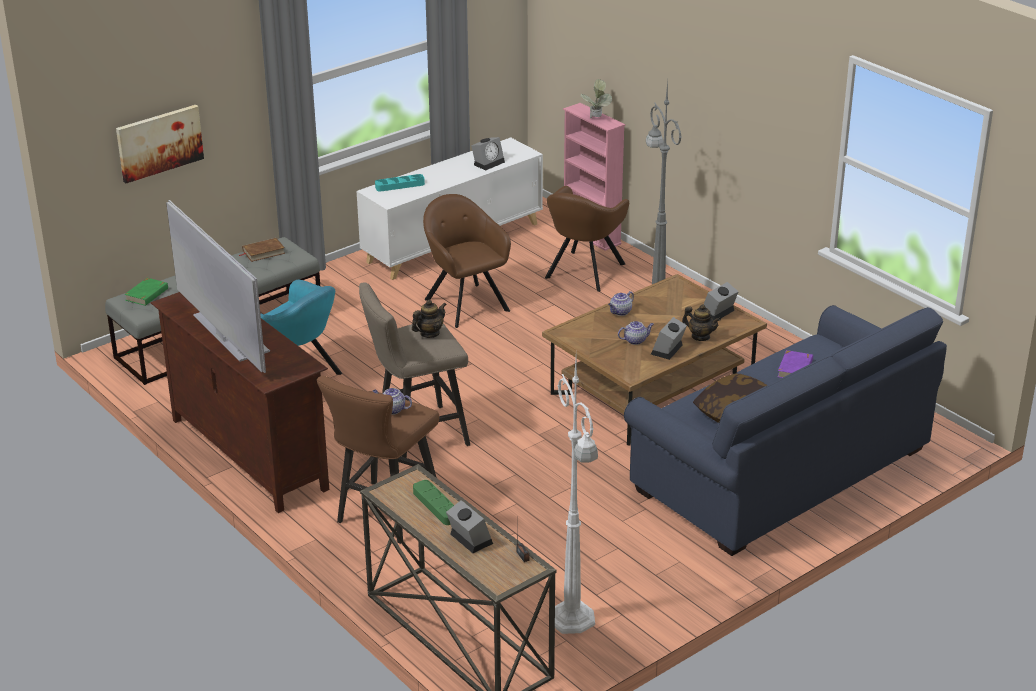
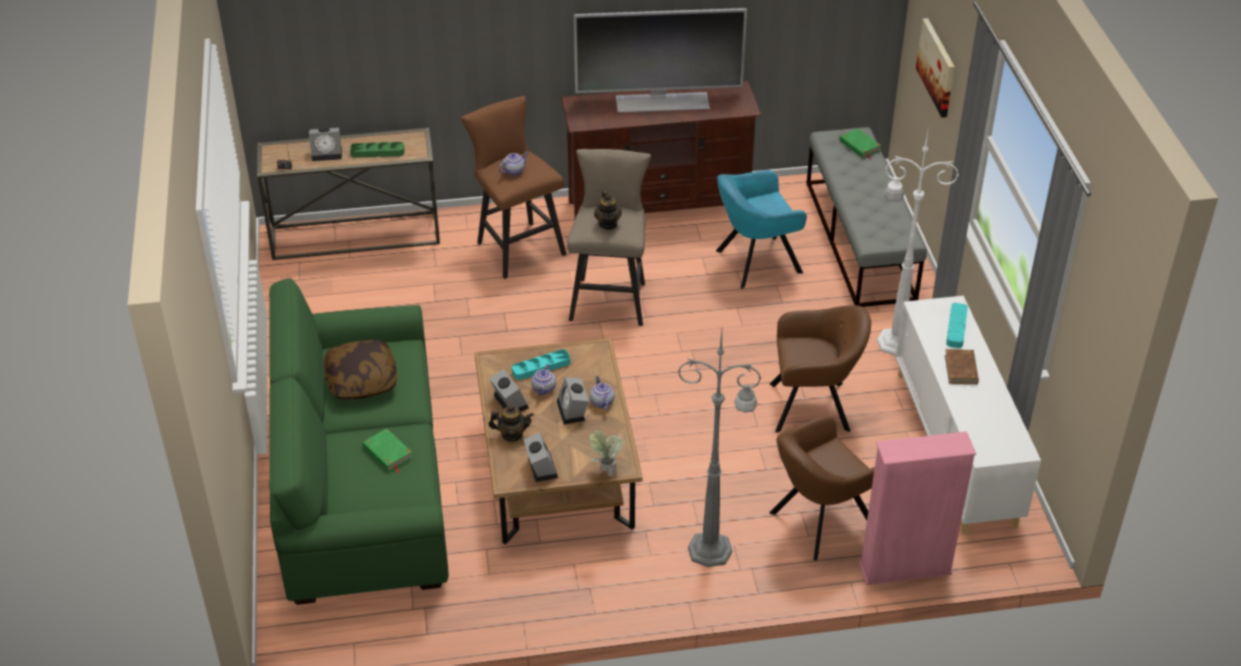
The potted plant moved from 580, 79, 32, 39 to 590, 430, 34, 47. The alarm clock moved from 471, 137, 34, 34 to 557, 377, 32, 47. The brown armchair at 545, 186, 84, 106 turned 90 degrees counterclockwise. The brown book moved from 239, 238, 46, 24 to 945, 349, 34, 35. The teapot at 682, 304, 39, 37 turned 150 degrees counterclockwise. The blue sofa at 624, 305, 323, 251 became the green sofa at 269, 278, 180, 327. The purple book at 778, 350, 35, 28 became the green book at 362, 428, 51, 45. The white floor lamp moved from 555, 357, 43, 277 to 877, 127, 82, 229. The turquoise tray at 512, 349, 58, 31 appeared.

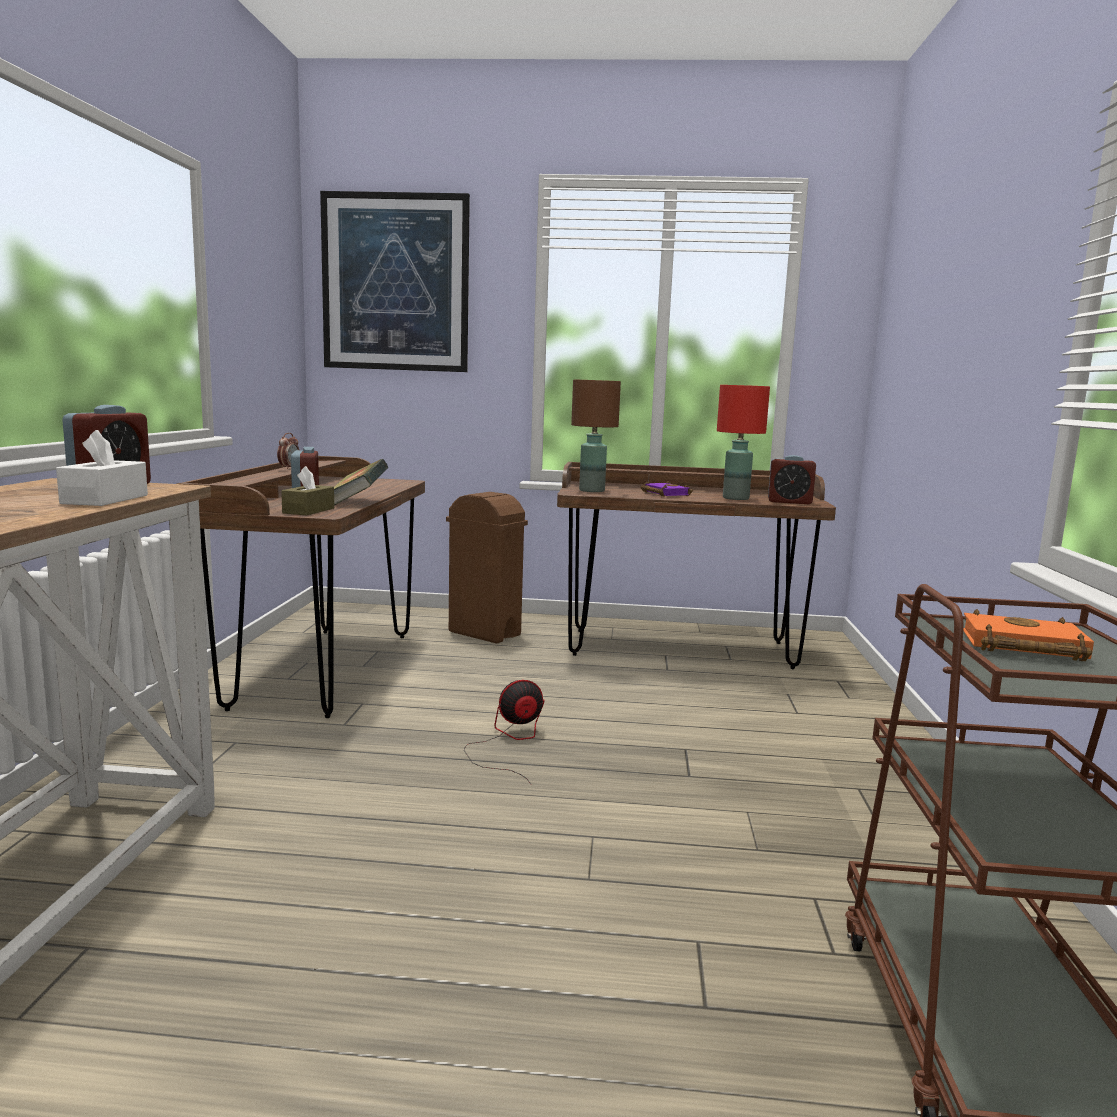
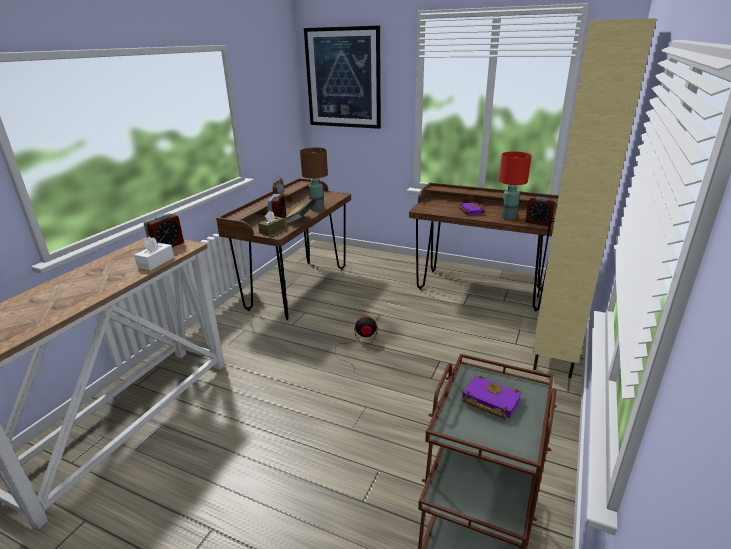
The brown table lamp moved from 571, 379, 50, 113 to 300, 148, 28, 63. The brown trash can at 446, 492, 82, 152 disappeared. The orange book at 963, 609, 131, 52 became the purple book at 462, 376, 60, 43. The beige cabinet at 532, 18, 125, 360 appeared.

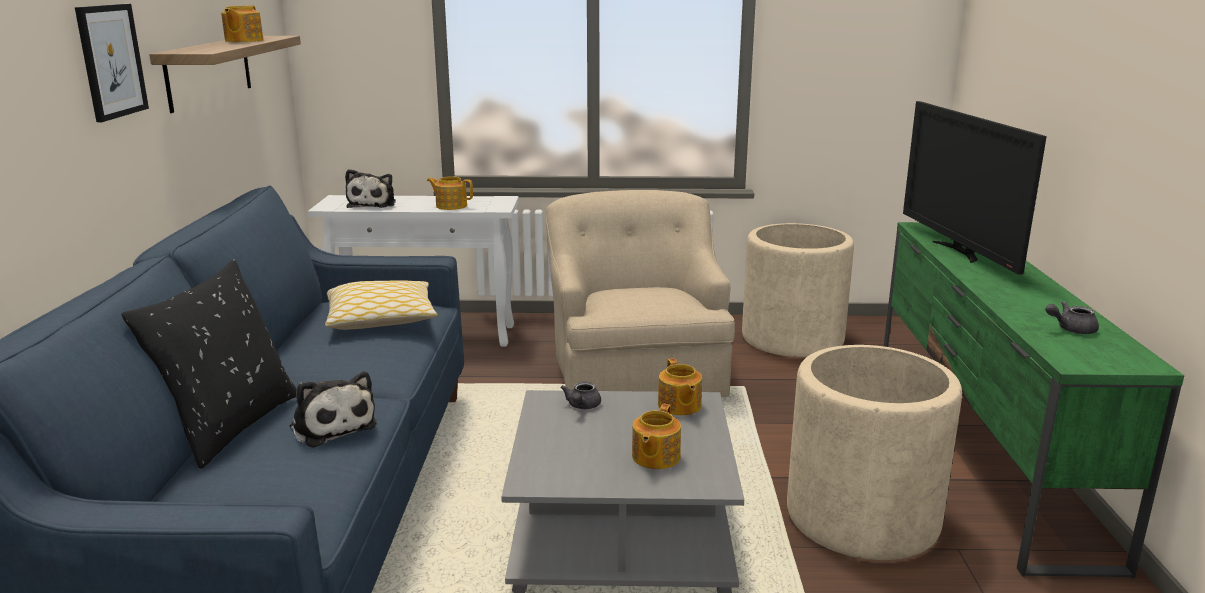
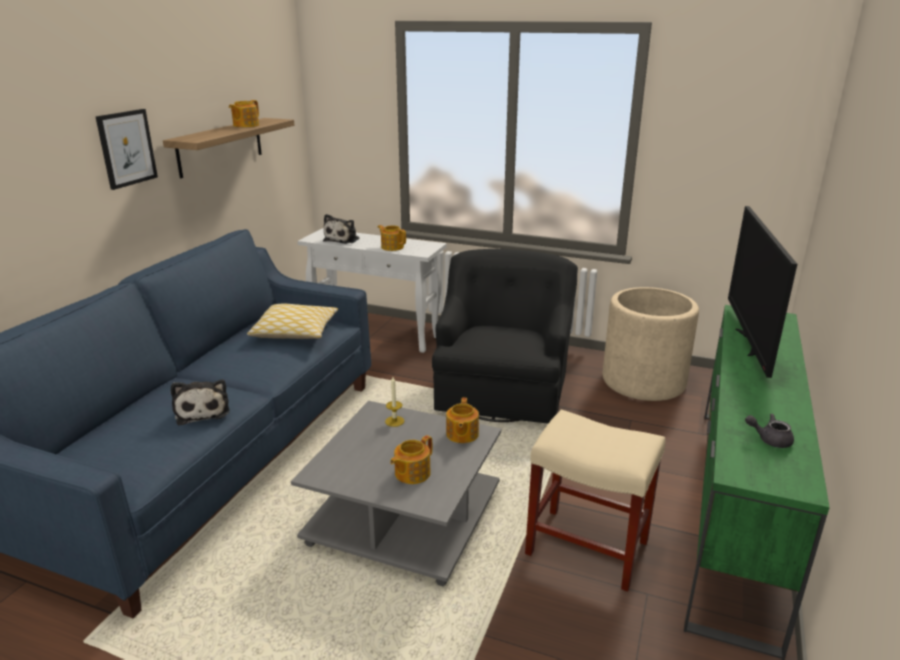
The beige armchair at 546, 190, 189, 207 became the black armchair at 432, 249, 146, 174. The black pillow at 122, 260, 175, 209 disappeared. The beige planter at 787, 345, 175, 215 was replaced by the beige stool at 525, 409, 140, 183. The grey teapot at 561, 382, 40, 27 was replaced by the candle at 385, 377, 19, 50.

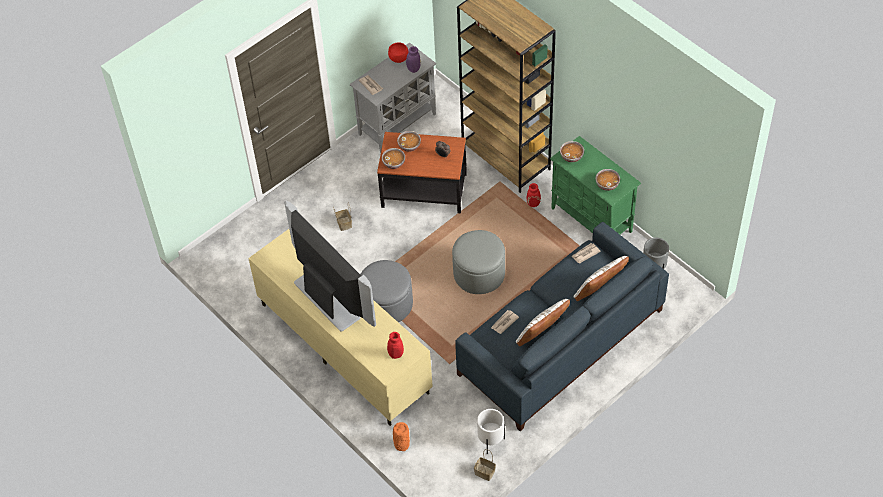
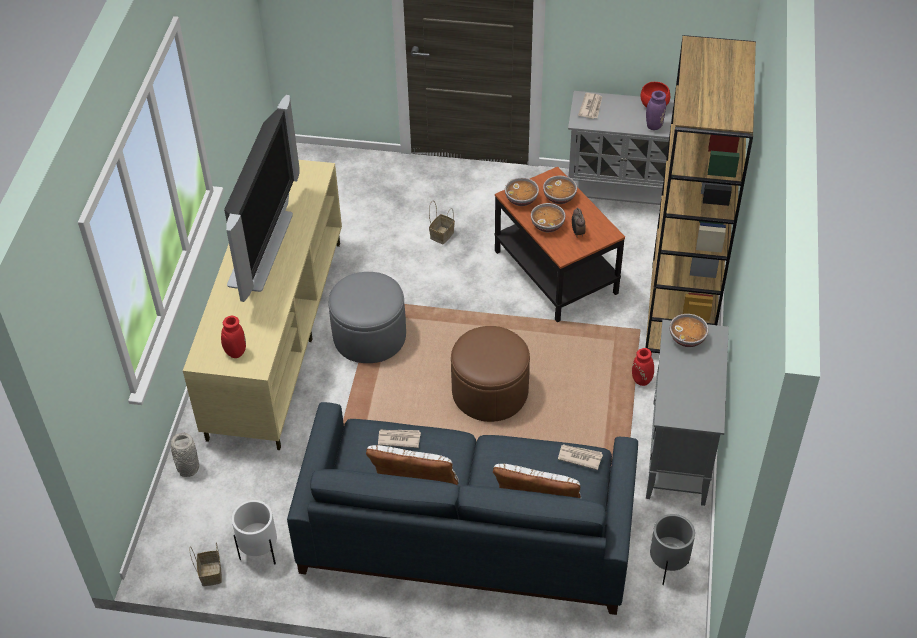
The green cabinet at 550, 136, 91, 98 became the grey cabinet at 646, 320, 83, 186. The bowl moved from 596, 169, 24, 22 to 531, 203, 34, 29. The grey ottoman at 452, 230, 53, 64 became the brown ottoman at 451, 326, 79, 96. The orange vase at 393, 422, 17, 29 became the grey vase at 171, 433, 28, 44.

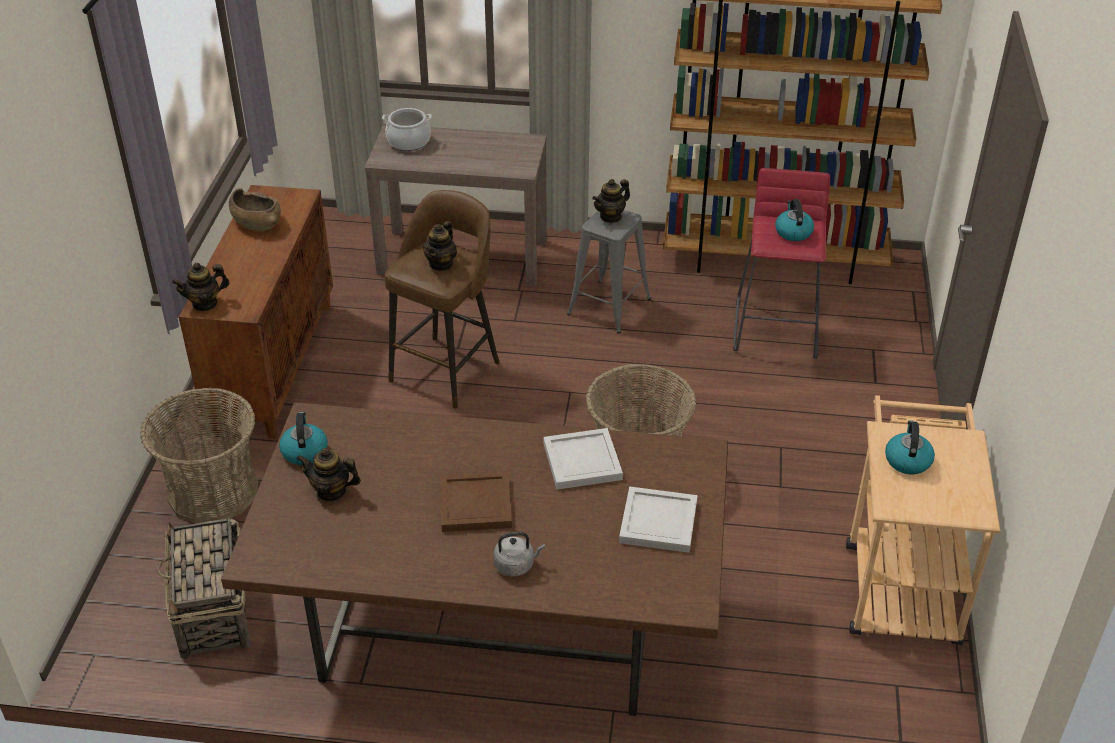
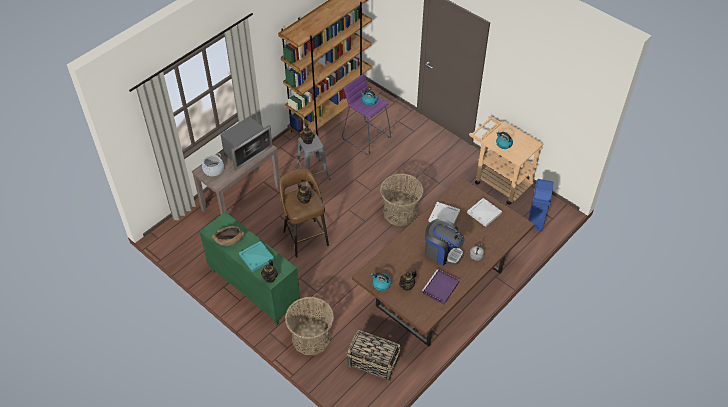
The red stool at 733, 168, 97, 191 became the purple stool at 342, 74, 49, 81. The brown cabinet at 179, 185, 154, 254 became the green cabinet at 199, 212, 101, 113. The brown tray at 440, 472, 72, 60 was replaced by the coffee machine at 425, 218, 39, 47. The microwave at 220, 116, 53, 55 appeared. The blue trash can at 528, 179, 26, 52 appeared. The turquoise tray at 239, 241, 35, 31 appeared. The purple tray at 422, 269, 37, 36 appeared.

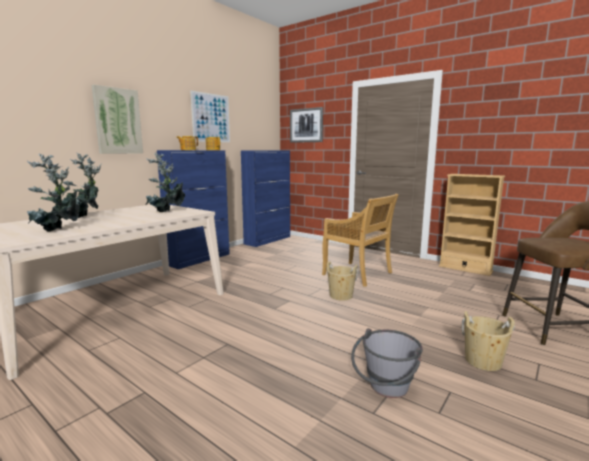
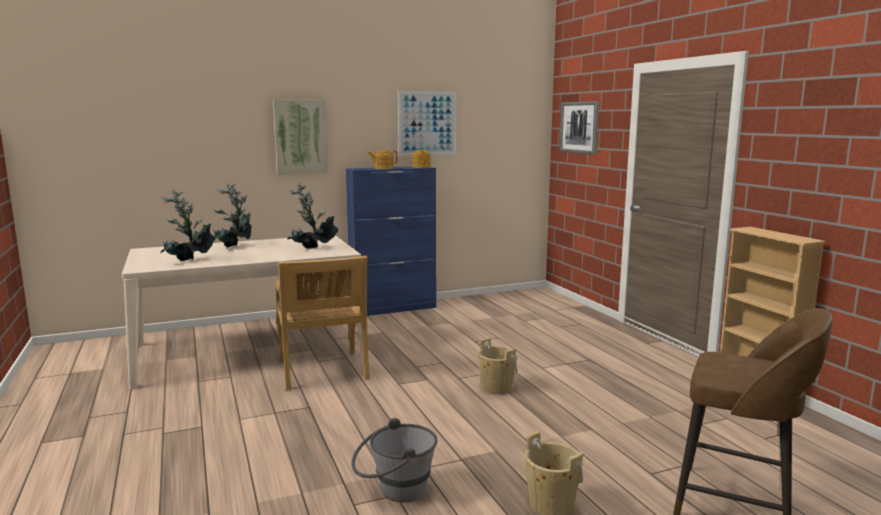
The blue cabinet at 241, 150, 49, 97 disappeared. The beige chair moved from 322, 194, 77, 93 to 276, 256, 94, 134.

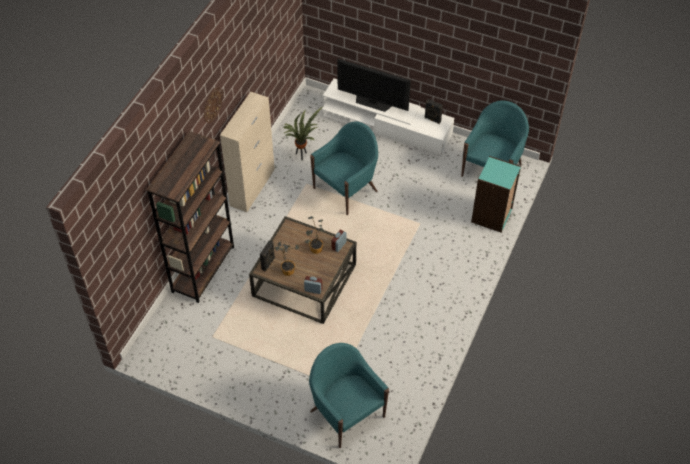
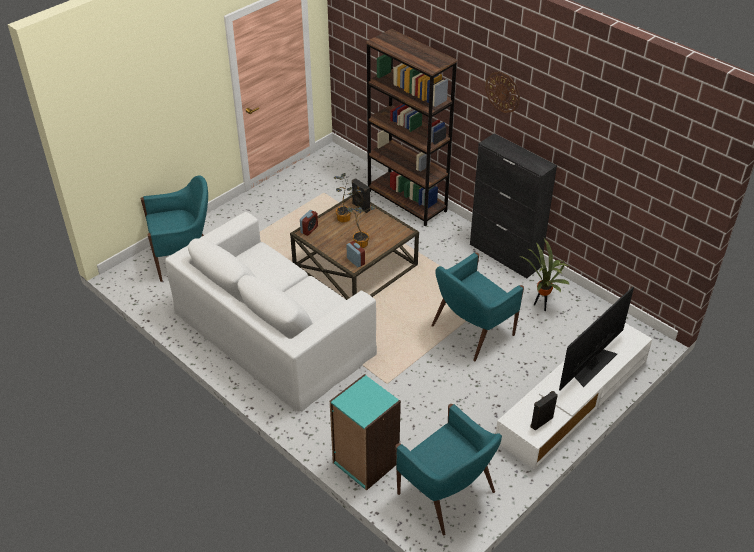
The beige cabinet at 220, 92, 55, 120 became the black cabinet at 470, 133, 87, 145. The turquoise armchair at 310, 121, 68, 94 turned 75 degrees clockwise. The white sofa at 165, 212, 212, 200 appeared.

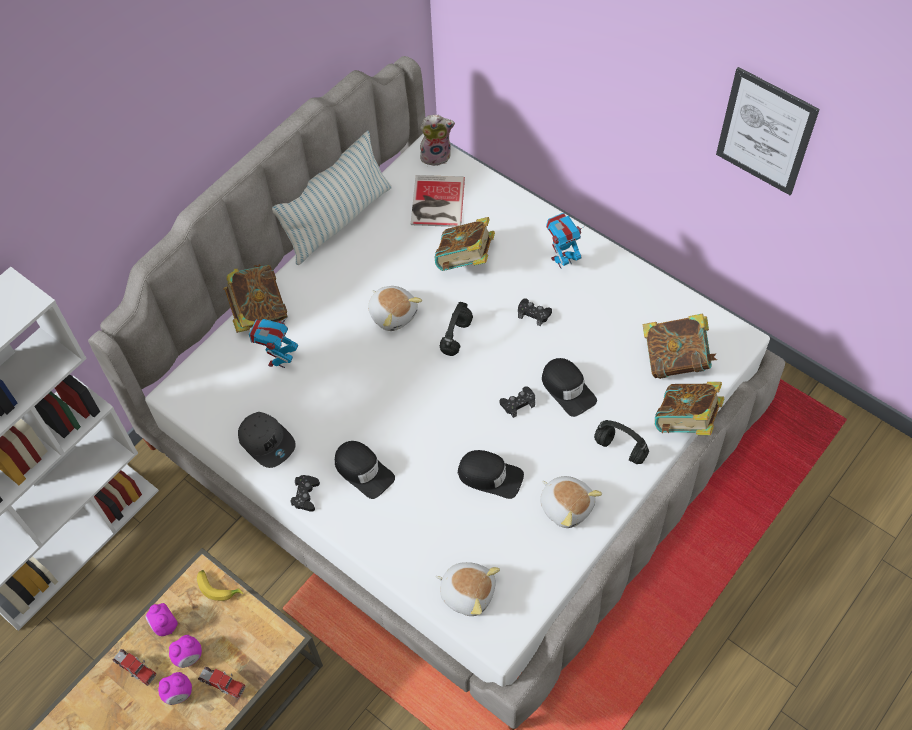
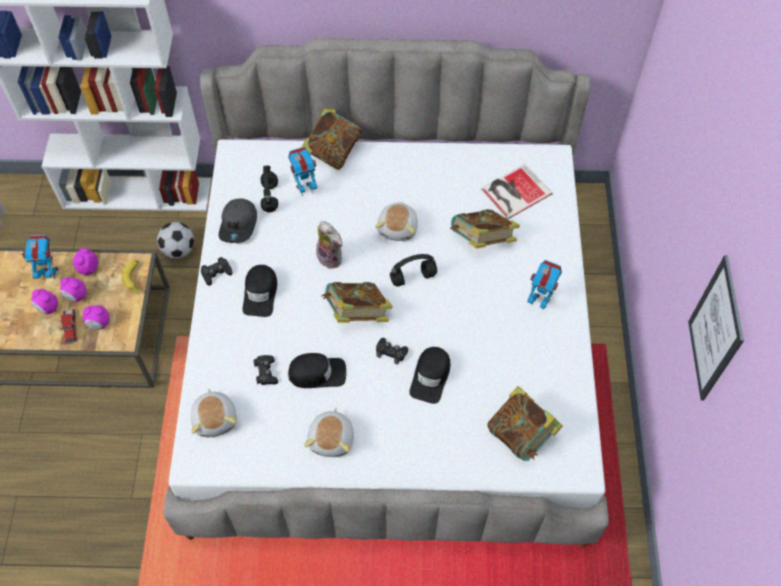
The plush toy moved from 420, 115, 35, 51 to 316, 221, 27, 48. The pillow at 272, 131, 120, 134 disappeared. The black game controller moved from 518, 299, 34, 27 to 253, 355, 25, 30. The book moved from 655, 382, 69, 53 to 322, 282, 71, 41. The black headphones moved from 594, 420, 55, 44 to 261, 165, 17, 47. The black cap at 458, 450, 66, 49 turned 75 degrees counterclockwise. The toy truck at 112, 649, 45, 37 was replaced by the toy robot at 21, 235, 37, 45. The football at 157, 222, 37, 37 appeared. The alarm clock at 83, 306, 26, 24 appeared.

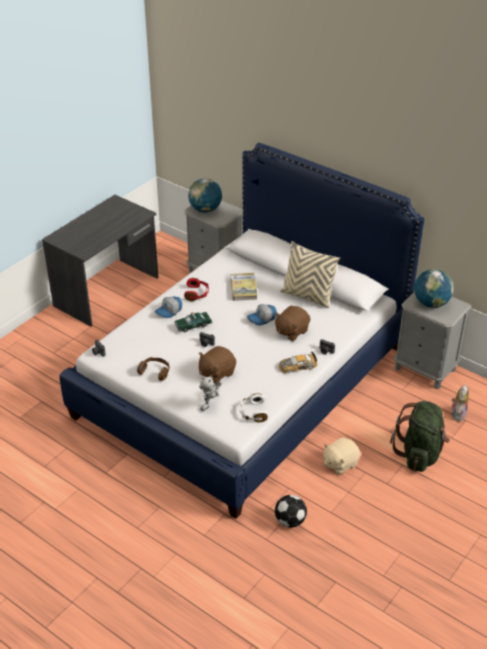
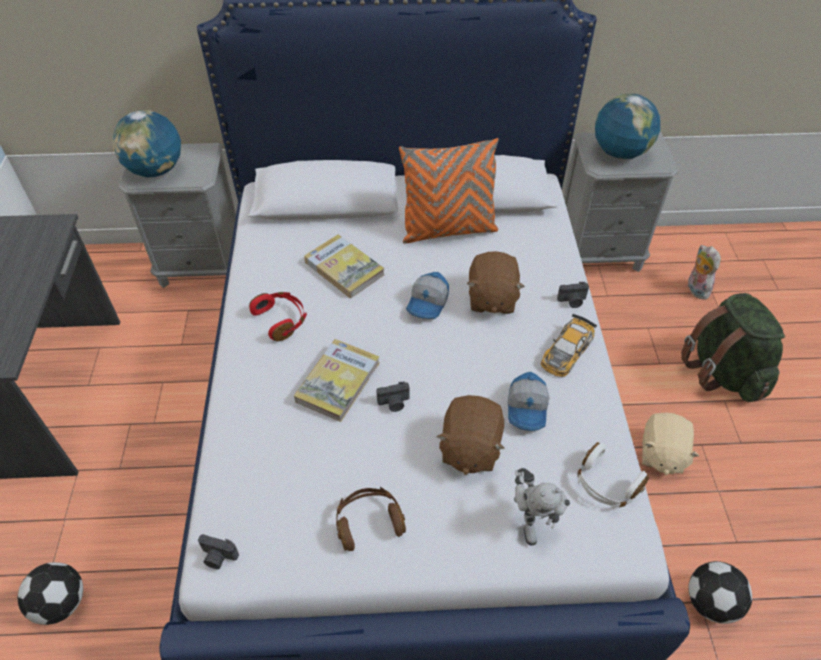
The beige pillow at 280, 241, 60, 67 became the orange pillow at 399, 138, 100, 106. The cap moved from 155, 296, 27, 22 to 508, 372, 42, 59. The toy car at 175, 312, 37, 20 was replaced by the book at 294, 339, 86, 83. The football at 18, 562, 65, 63 appeared.

